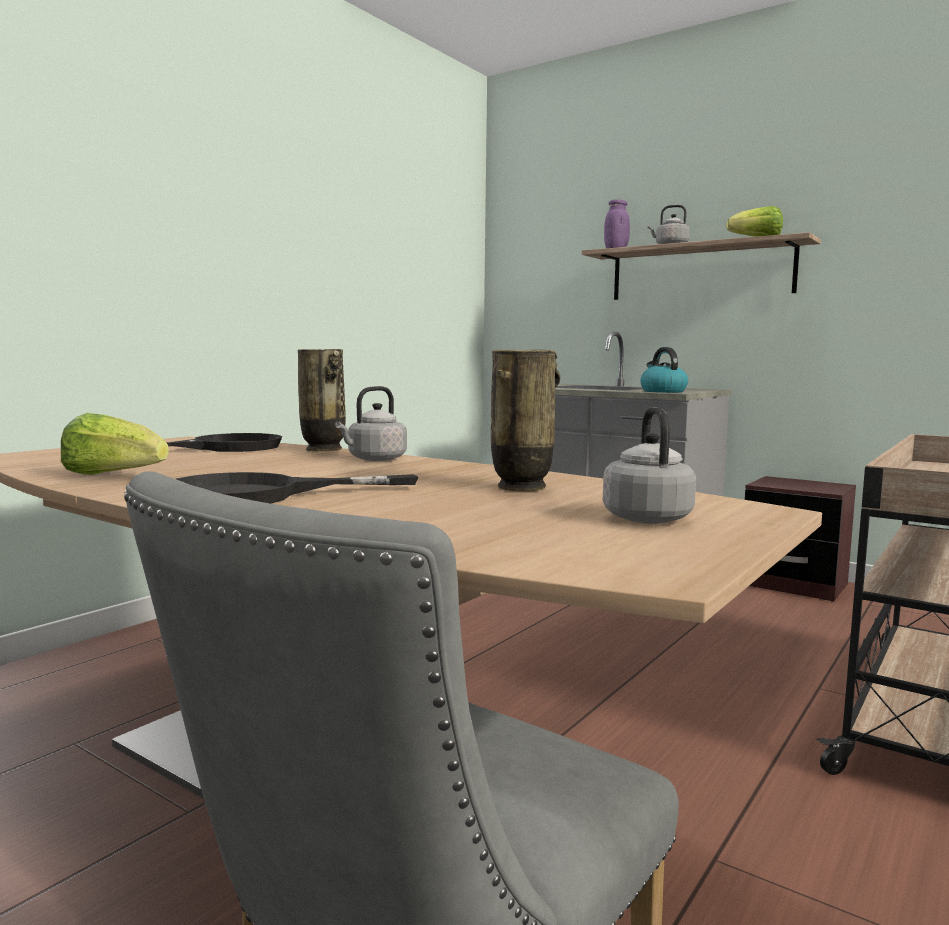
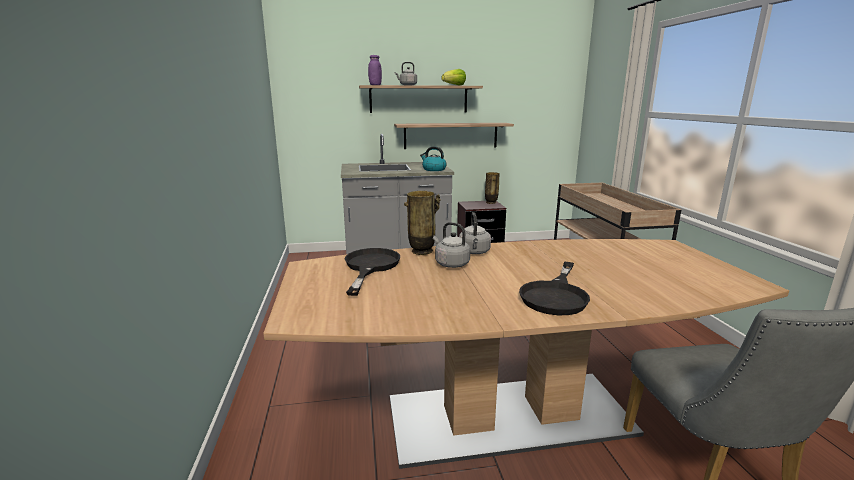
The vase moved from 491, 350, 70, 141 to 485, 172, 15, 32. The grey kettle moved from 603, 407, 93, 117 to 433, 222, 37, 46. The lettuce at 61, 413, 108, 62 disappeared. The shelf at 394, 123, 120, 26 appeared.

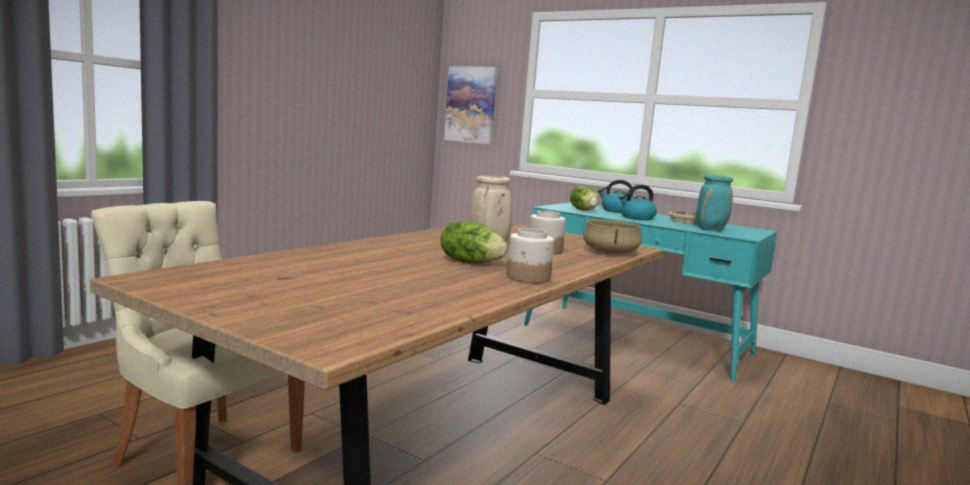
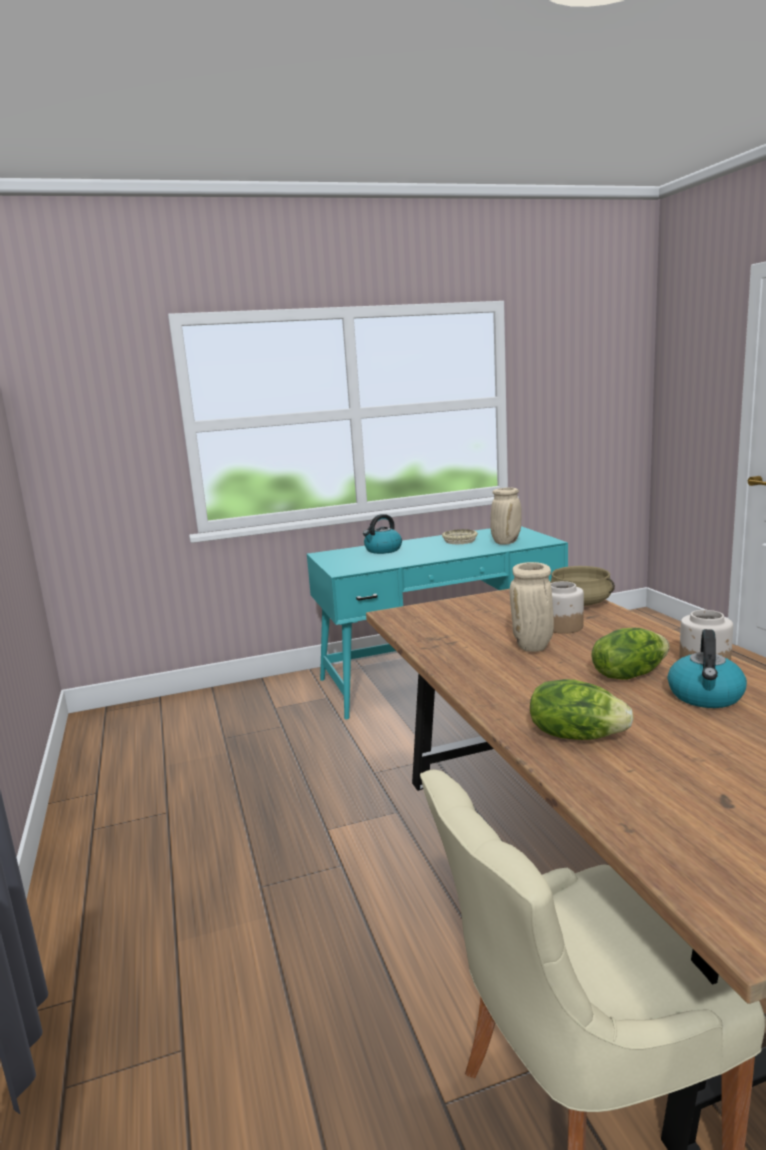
The picture at 444, 66, 53, 78 disappeared. The turquoise vase at 696, 175, 37, 55 became the beige vase at 490, 487, 32, 57. The kettle moved from 619, 184, 38, 36 to 668, 629, 79, 79. The lettuce moved from 570, 185, 29, 26 to 530, 679, 104, 61.

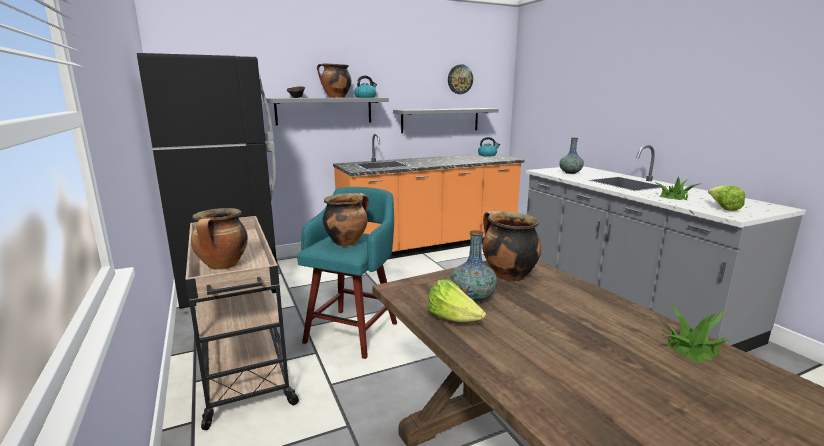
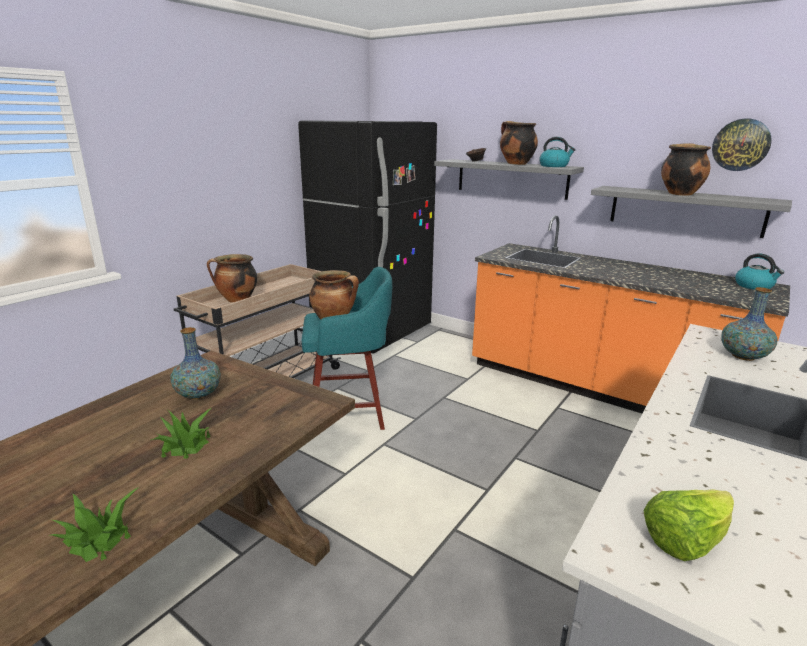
The potted plant moved from 655, 176, 44, 24 to 151, 408, 60, 51. The cooking pot moved from 482, 211, 60, 71 to 661, 143, 50, 53. The lettuce at 428, 279, 58, 43 disappeared.

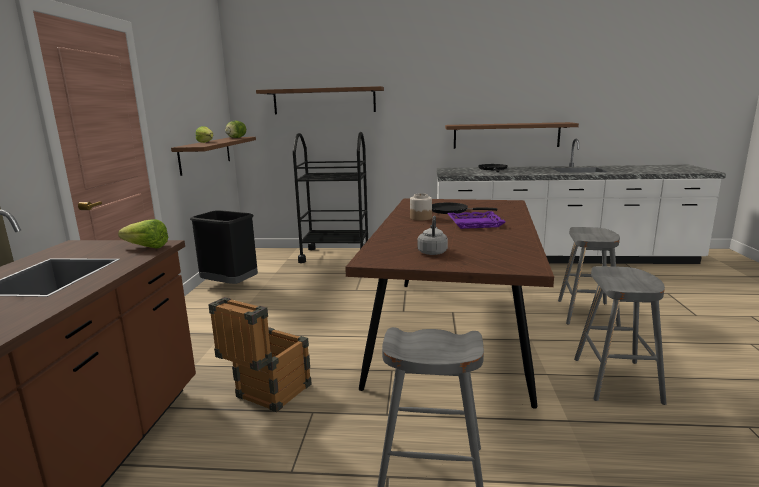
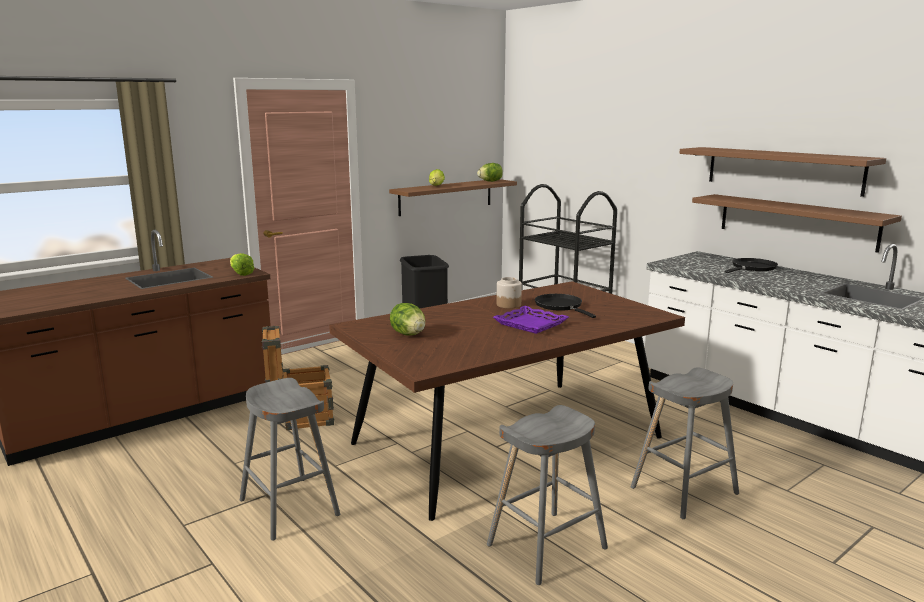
The brown shelf moved from 256, 86, 128, 28 to 679, 147, 207, 50. The grey kettle at 417, 216, 31, 39 was replaced by the lettuce at 390, 303, 35, 32.

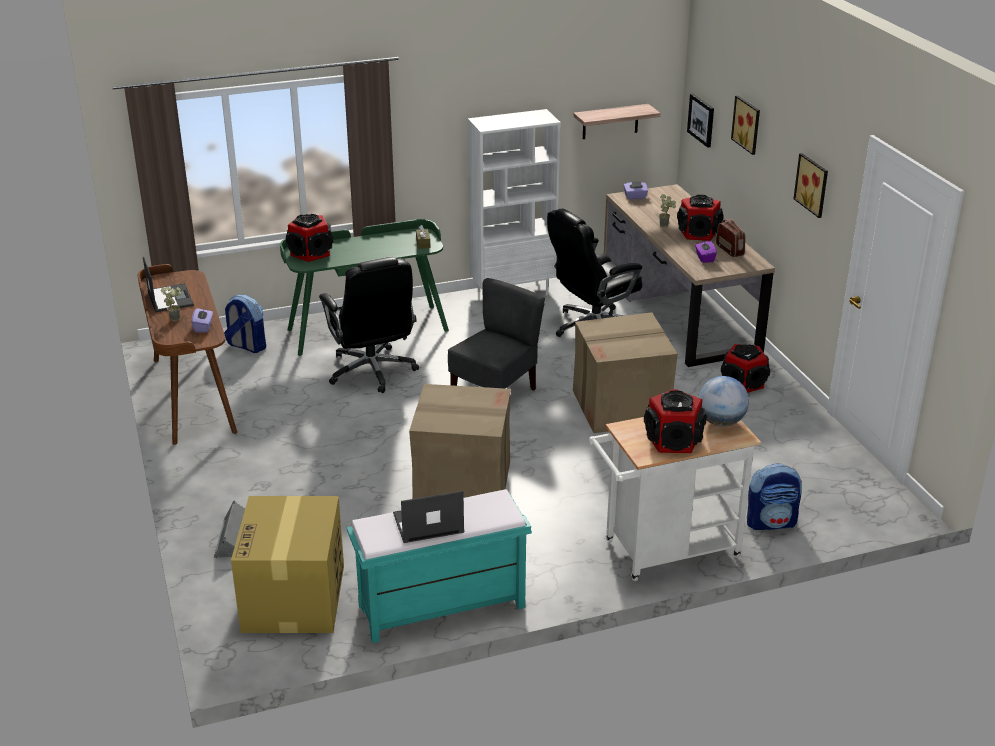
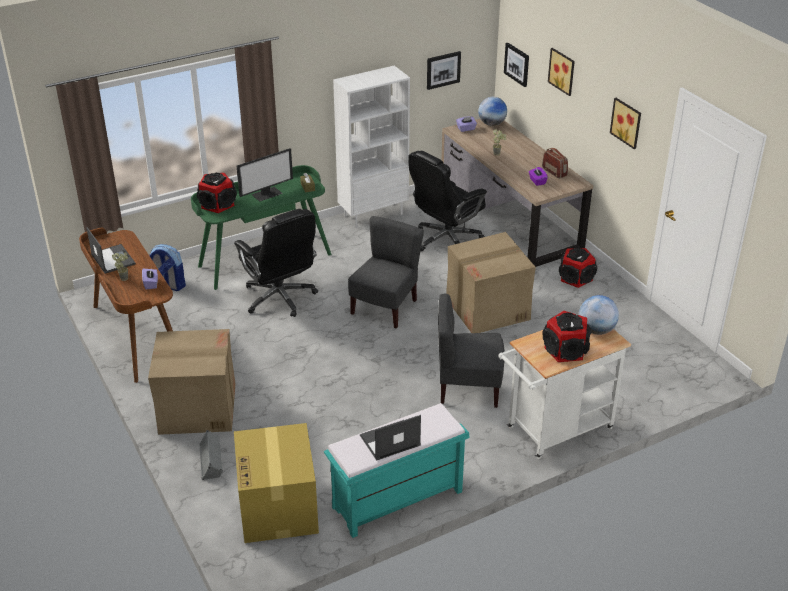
The shelf at 573, 104, 88, 35 was replaced by the picture at 427, 51, 34, 39. The speaker at 677, 195, 47, 46 disappeared. The cardboard box moved from 409, 384, 102, 115 to 148, 329, 88, 106. The backpack at 747, 463, 55, 67 disappeared. The globe at 478, 97, 29, 29 appeared. The monitor at 237, 148, 56, 54 appeared. The grey chair at 438, 294, 67, 114 appeared.

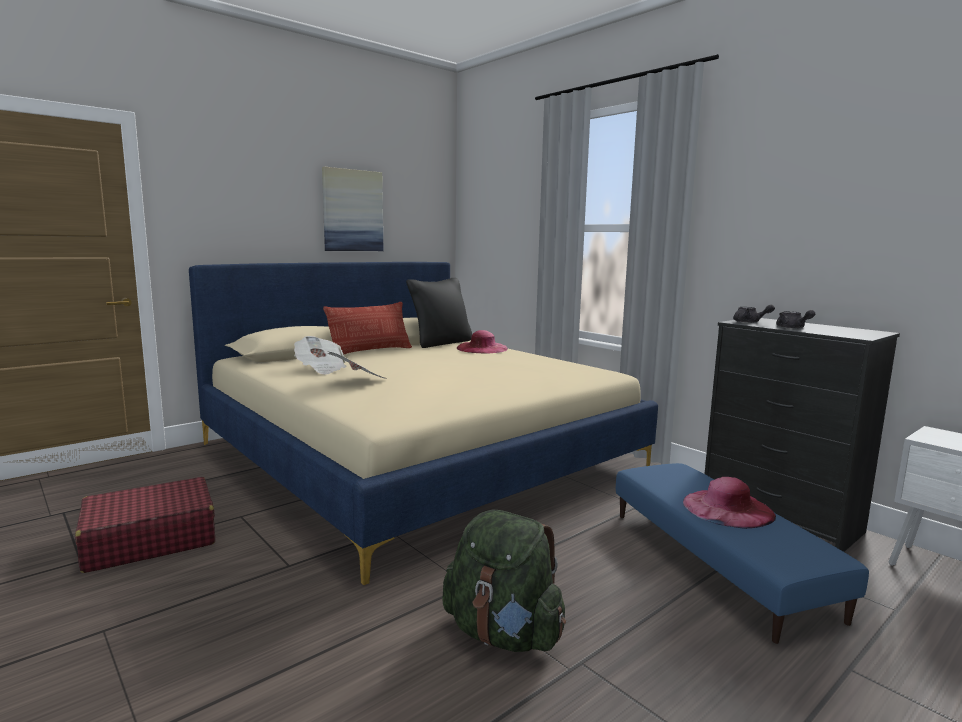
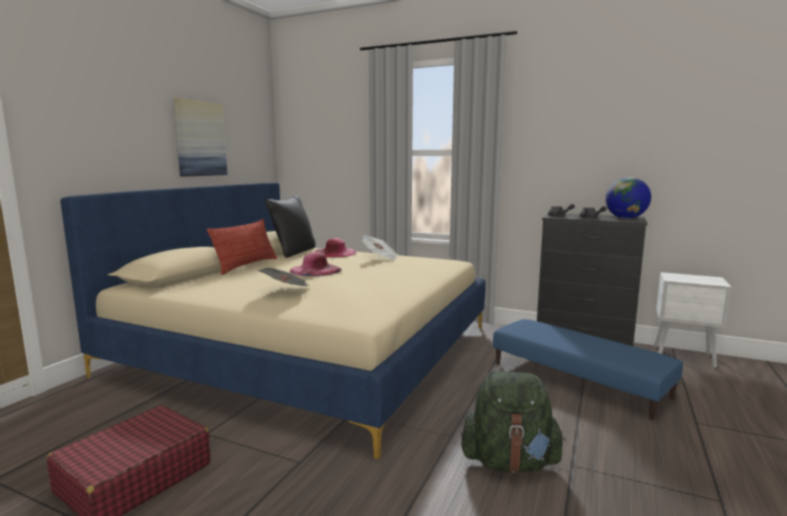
The newspaper moved from 294, 336, 53, 39 to 362, 235, 36, 26. The pink hat moved from 683, 477, 93, 52 to 290, 252, 52, 24. The globe at 605, 177, 46, 42 appeared.

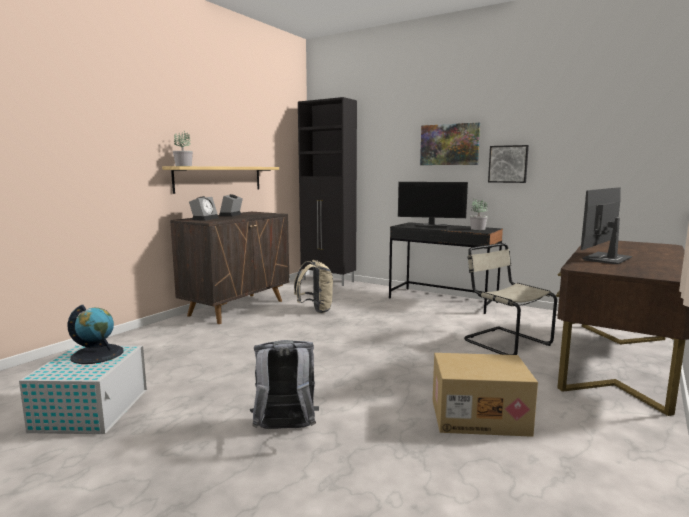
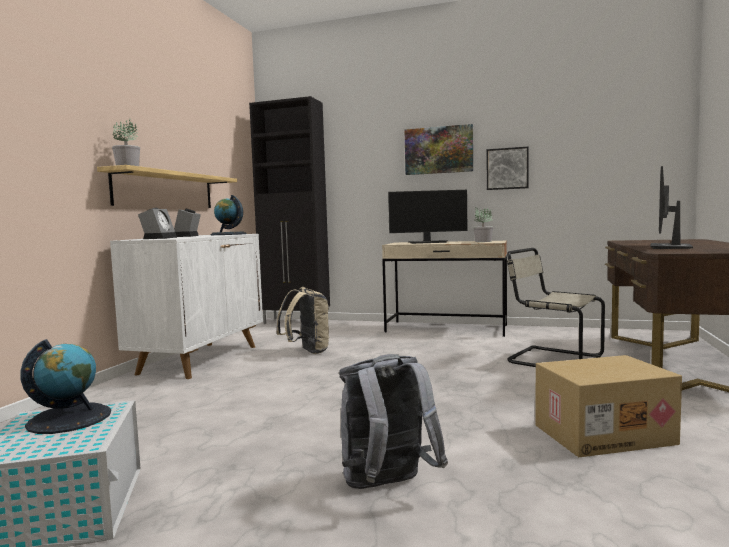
The brown cabinet at 170, 212, 120, 112 became the white cabinet at 110, 234, 153, 145. The black desk at 389, 222, 114, 92 became the beige desk at 382, 241, 125, 96. The globe at 210, 195, 36, 40 appeared.

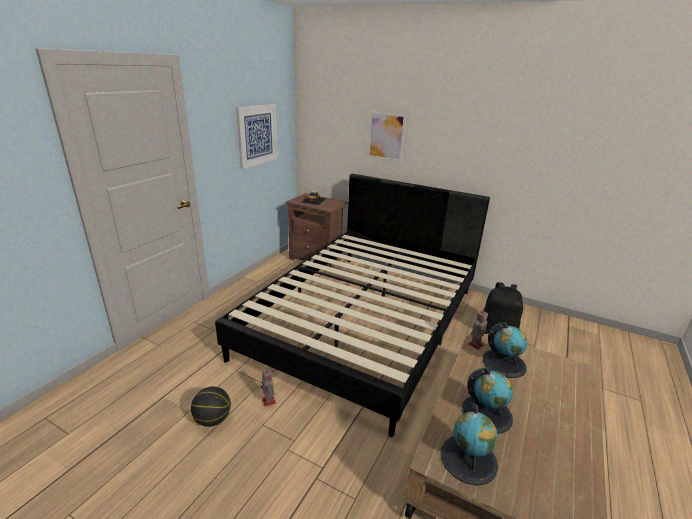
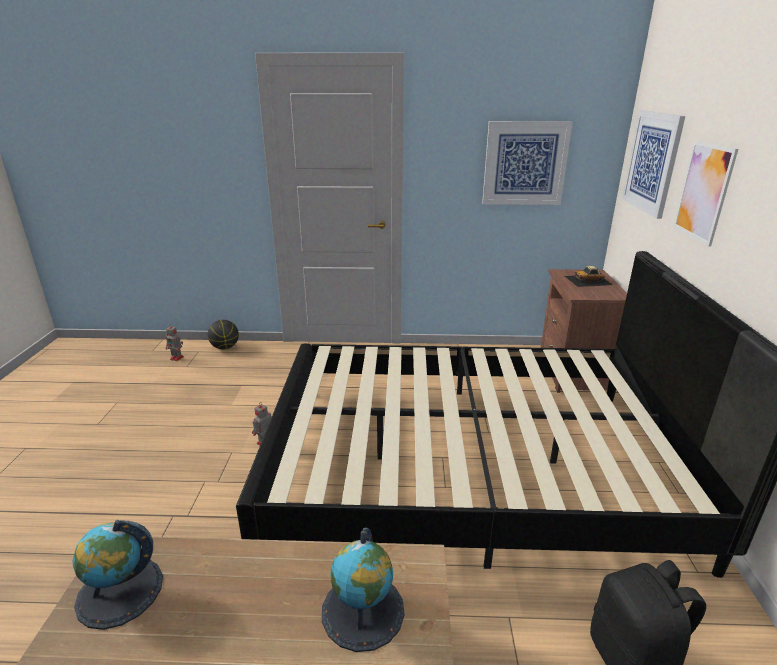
The toy robot moved from 468, 310, 20, 40 to 166, 324, 18, 37. The globe at 462, 367, 51, 67 disappeared. The basketball moved from 191, 387, 40, 40 to 208, 320, 31, 29. The picture at 622, 110, 63, 109 appeared.

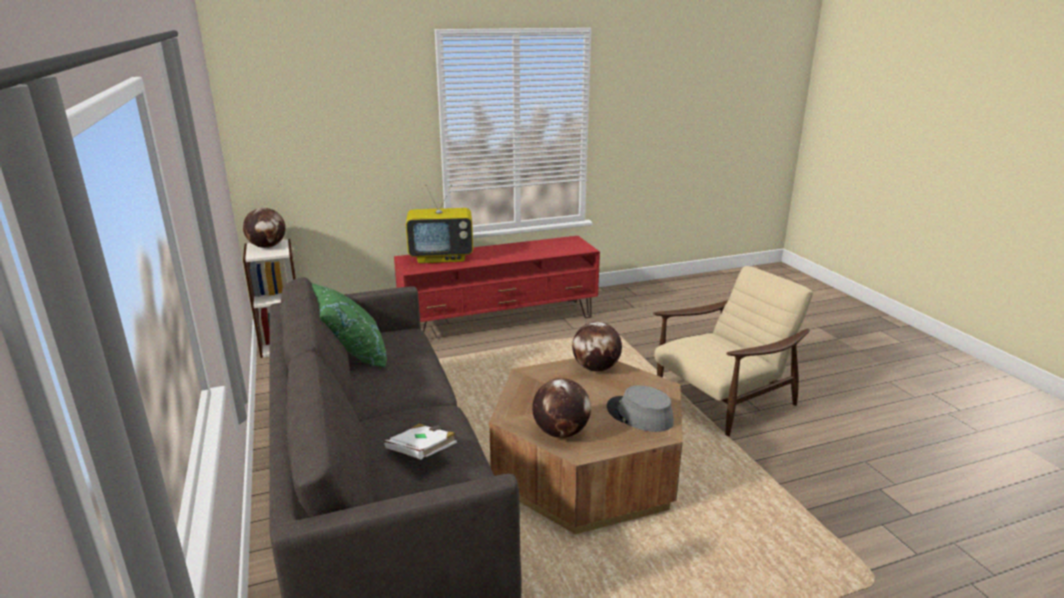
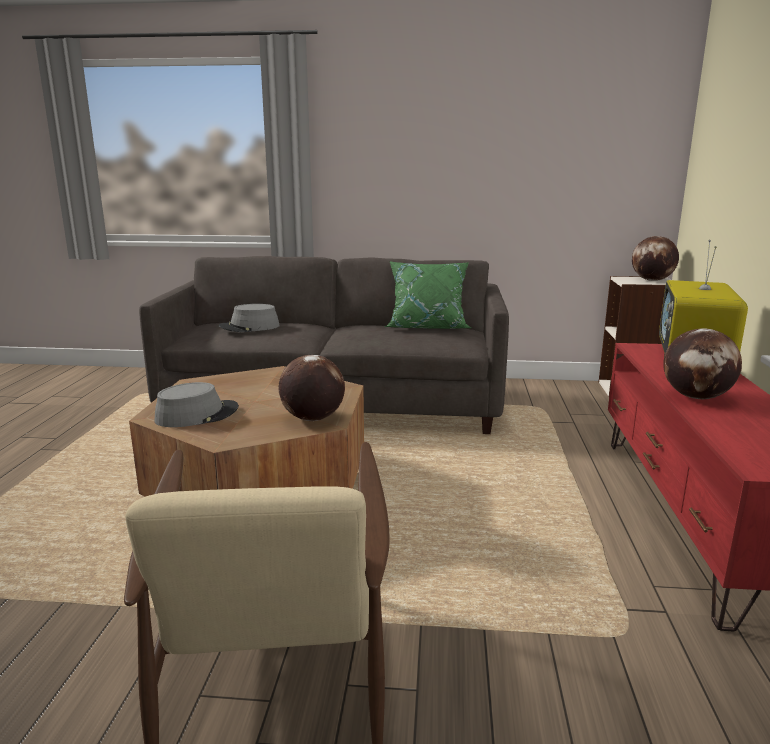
The globe moved from 532, 378, 59, 60 to 663, 328, 79, 71. The white book at 384, 423, 73, 37 was replaced by the grey hat at 219, 304, 61, 28.

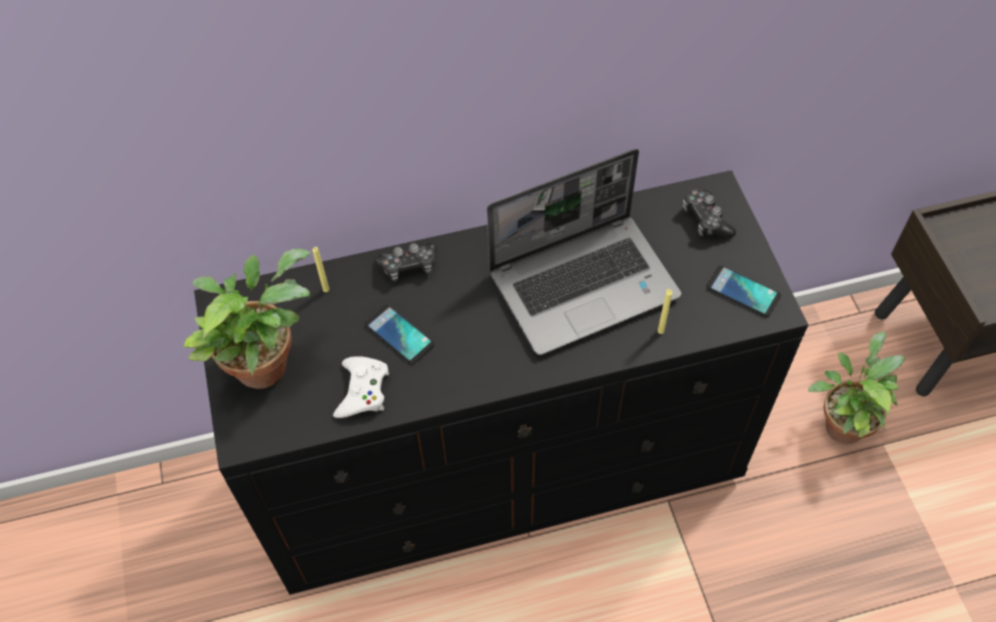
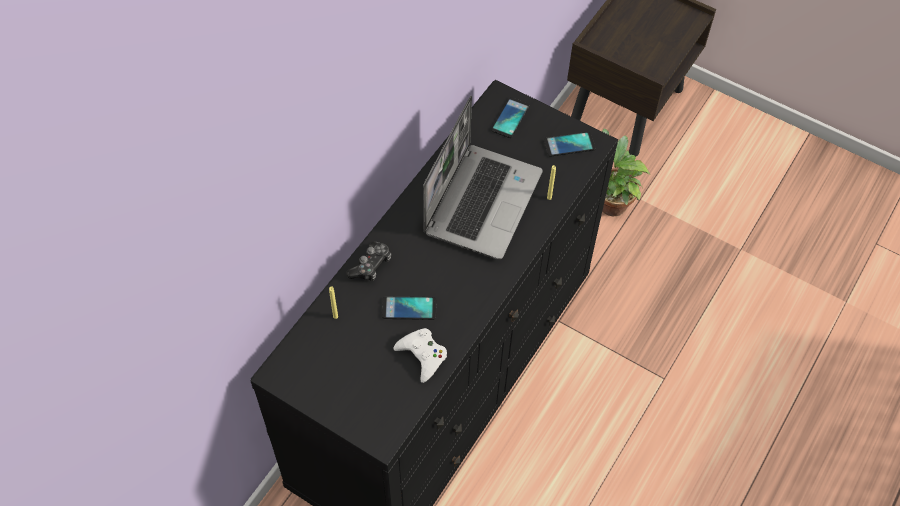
The game controller at 683, 189, 53, 49 was replaced by the phone at 491, 97, 39, 41. The potted plant at 184, 248, 127, 141 disappeared.

